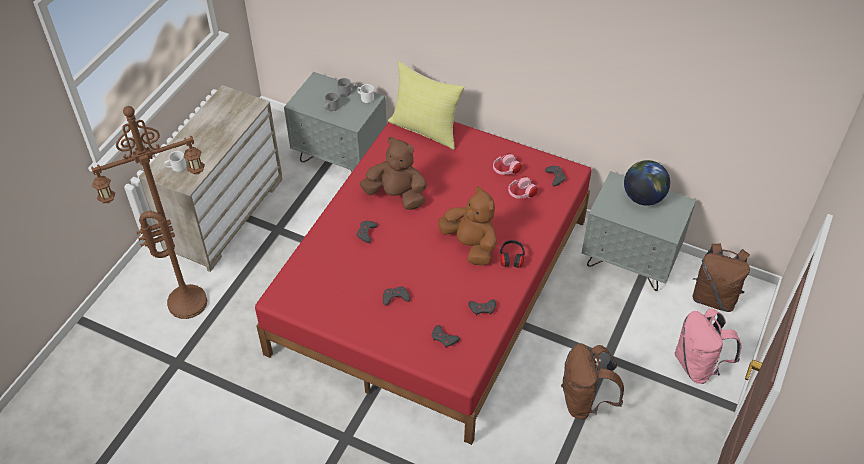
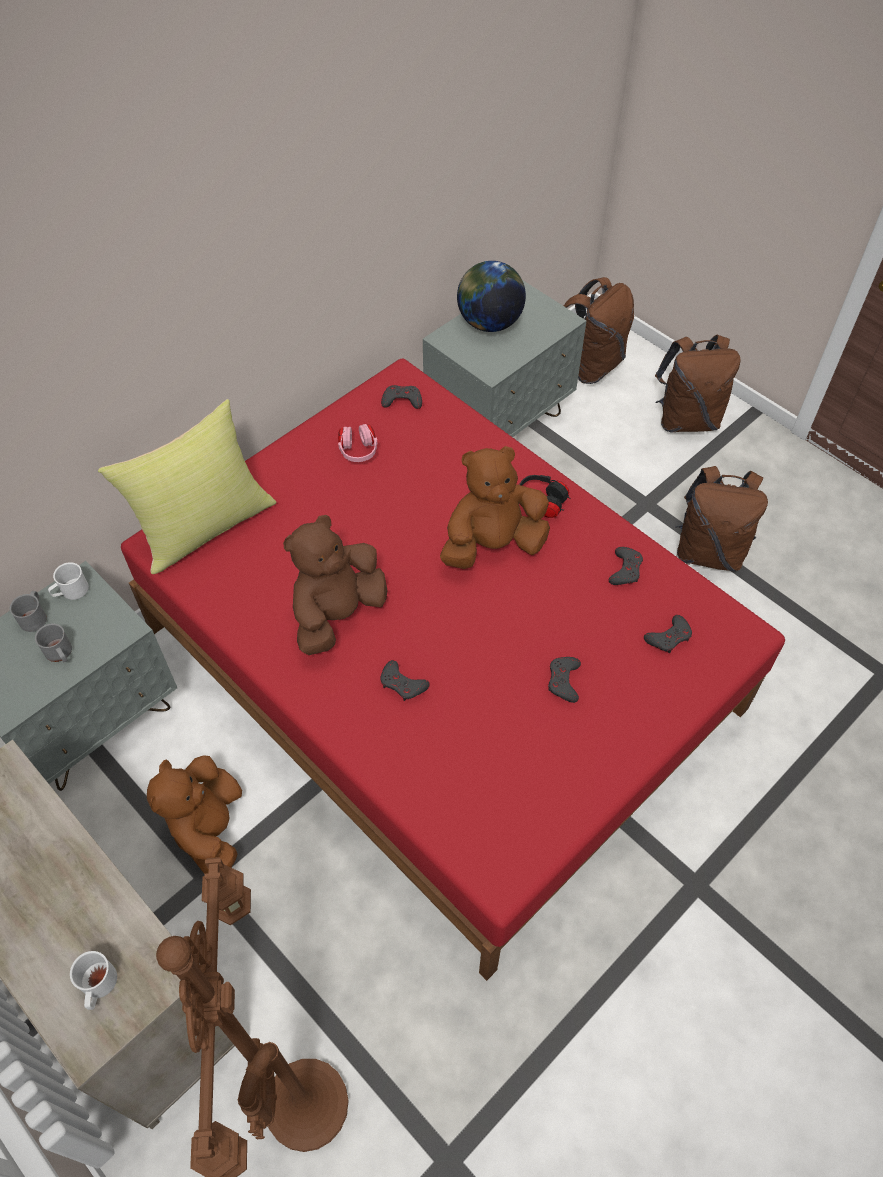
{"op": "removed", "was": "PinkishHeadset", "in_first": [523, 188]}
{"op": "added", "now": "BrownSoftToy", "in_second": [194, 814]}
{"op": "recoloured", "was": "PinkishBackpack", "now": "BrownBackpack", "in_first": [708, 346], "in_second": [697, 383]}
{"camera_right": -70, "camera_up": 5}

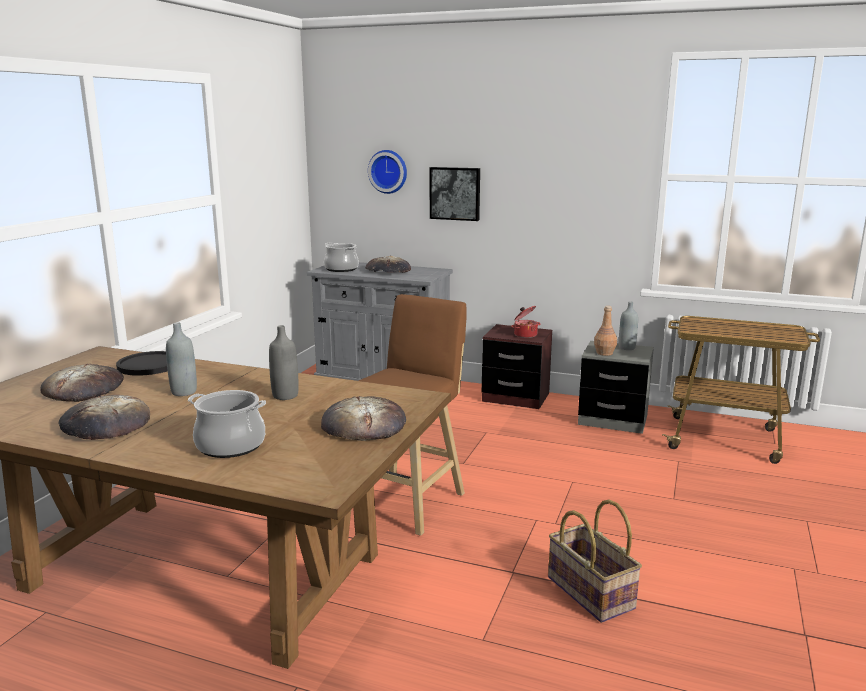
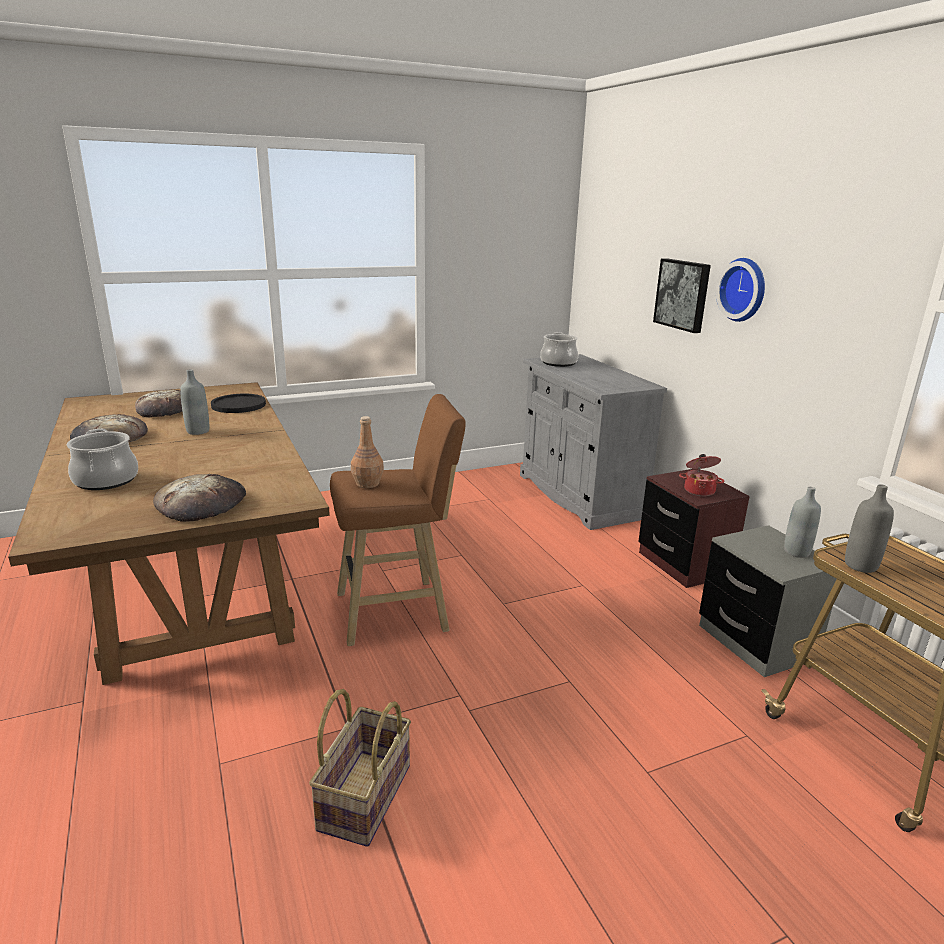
{"op": "removed", "was": "BakedBread", "in_first": [388, 264]}
{"op": "moved", "was": "GrayBeverageBottle", "in_first": [284, 362], "in_second": [869, 528]}
{"op": "moved", "was": "HangingClock", "in_first": [387, 172], "in_second": [740, 290]}
{"op": "moved", "was": "BrownBeverageBottle", "in_first": [605, 331], "in_second": [367, 452]}
{"camera_right": 45, "camera_up": 5}

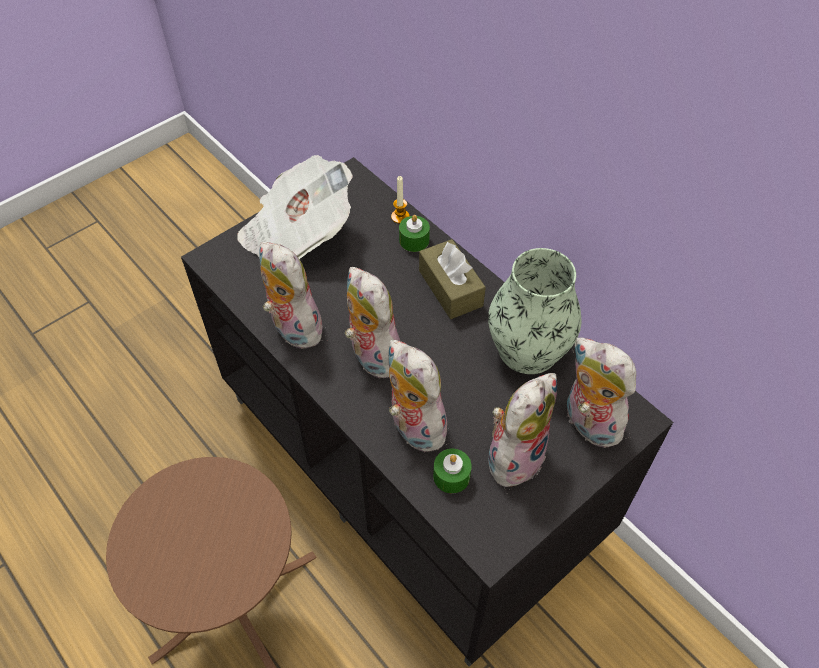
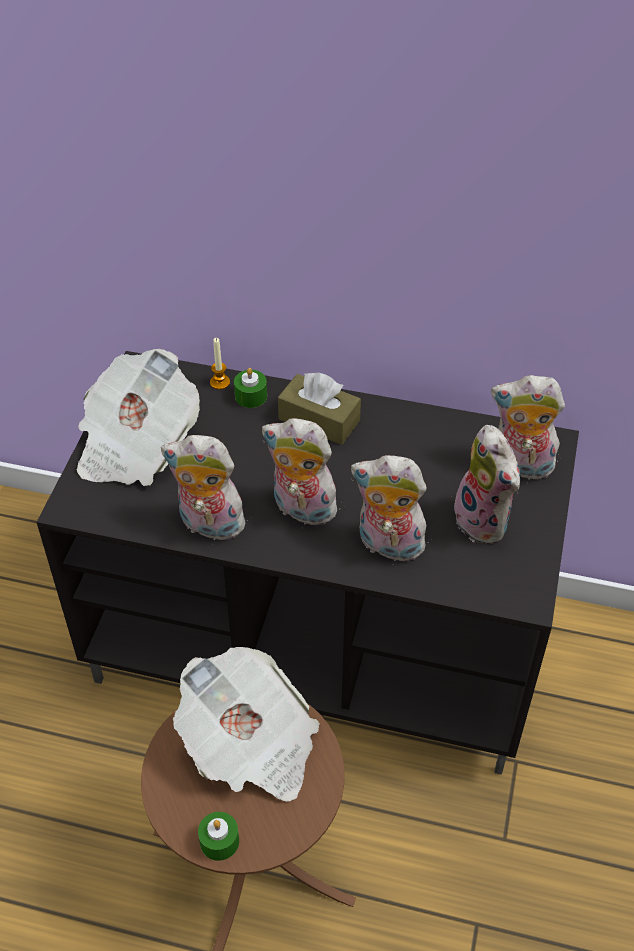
{"op": "removed", "was": "DecorativeVase", "in_first": [534, 311]}
{"op": "added", "now": "DailyPaper", "in_second": [246, 724]}
{"op": "moved", "was": "GreenCandle", "in_first": [452, 471], "in_second": [218, 836]}
{"op": "turned", "was": "SoftToy", "in_first": [522, 430], "in_second": [485, 484], "clockwise": 150}
{"camera_right": -35, "camera_up": -5}

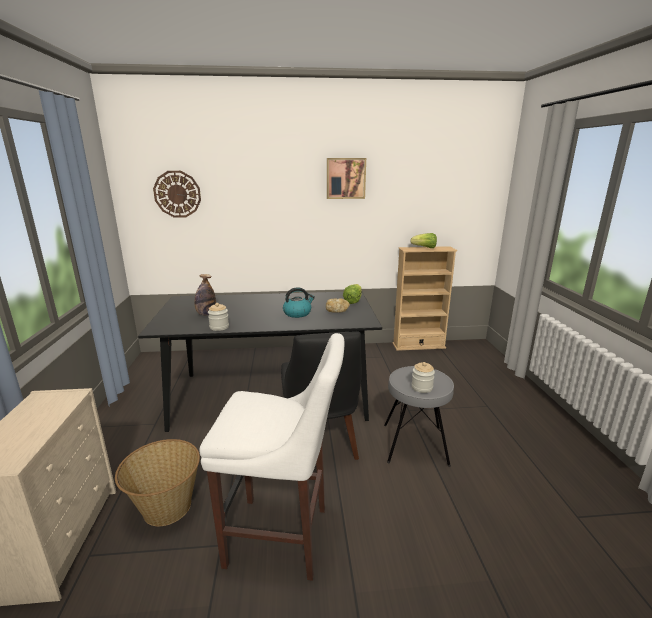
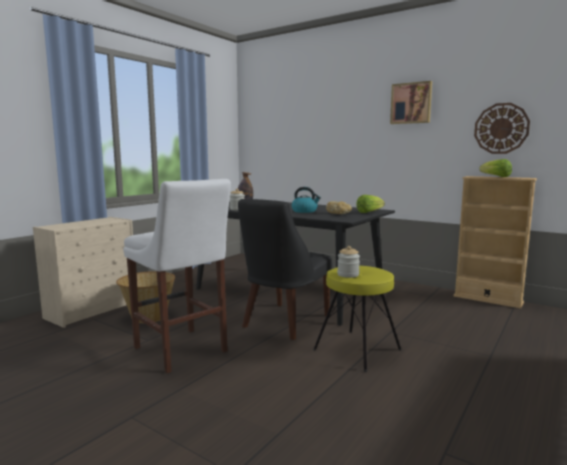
{"op": "moved", "was": "HangingClock", "in_first": [177, 194], "in_second": [502, 128]}
{"op": "recoloured", "was": "GrayStoolSeat", "now": "YellowishStoolSeat", "in_first": [419, 416], "in_second": [357, 319]}
{"camera_right": 40, "camera_up": -10}

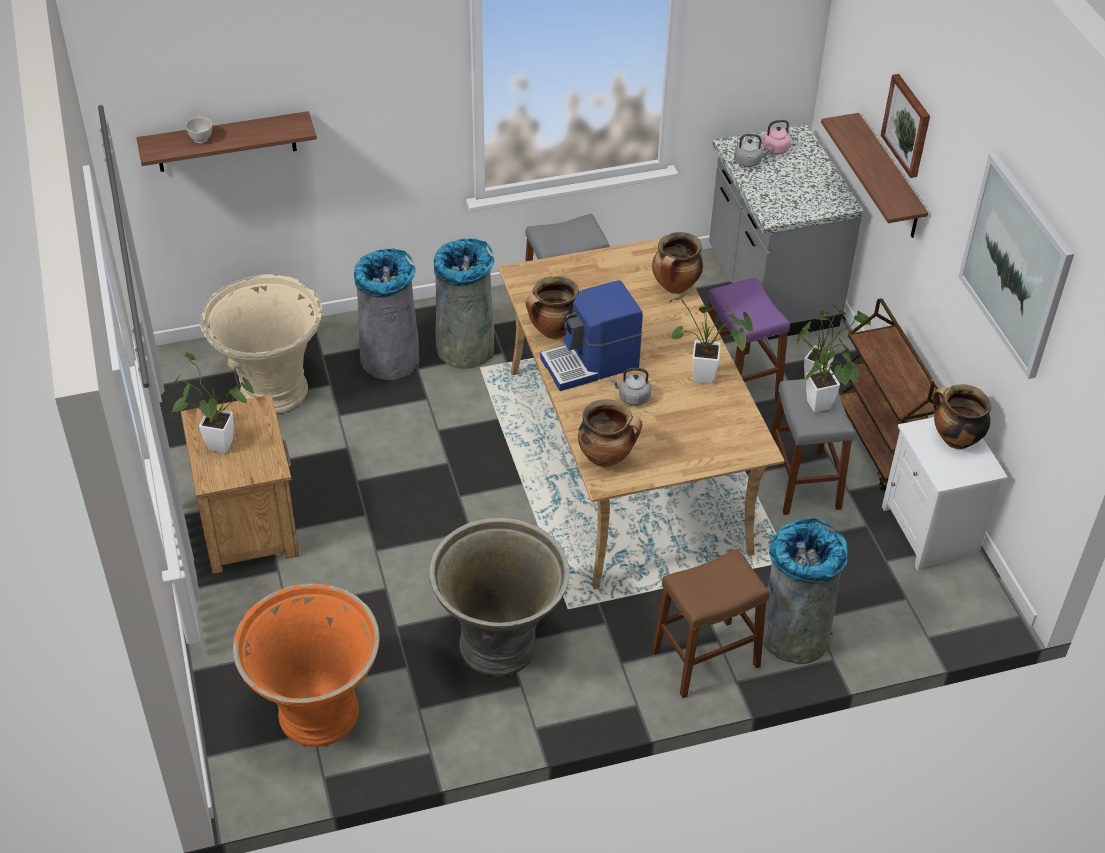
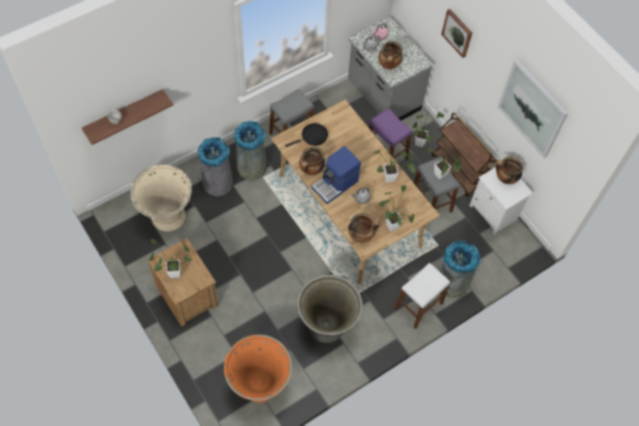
{"op": "removed", "was": "Shelf", "in_first": [874, 175]}
{"op": "added", "now": "BlackishPan", "in_second": [306, 135]}
{"op": "added", "now": "PottedPlant", "in_second": [396, 208]}
{"op": "moved", "was": "CookingPot", "in_first": [677, 263], "in_second": [390, 55]}
{"op": "recoloured", "was": "BrownStoolSeat", "now": "WhiteStoolSeat", "in_first": [710, 623], "in_second": [422, 296]}
{"camera_right": -20, "camera_up": 15}

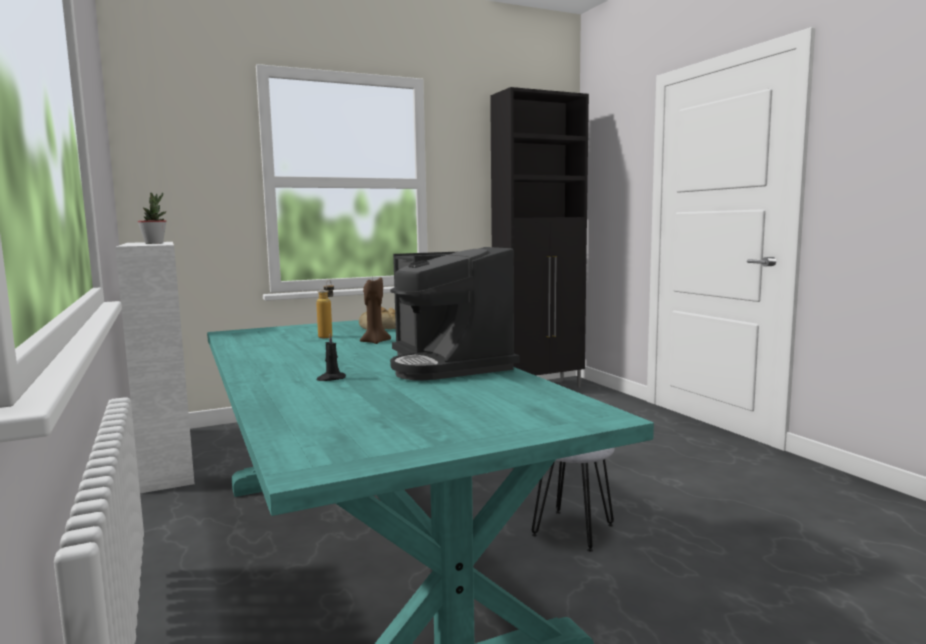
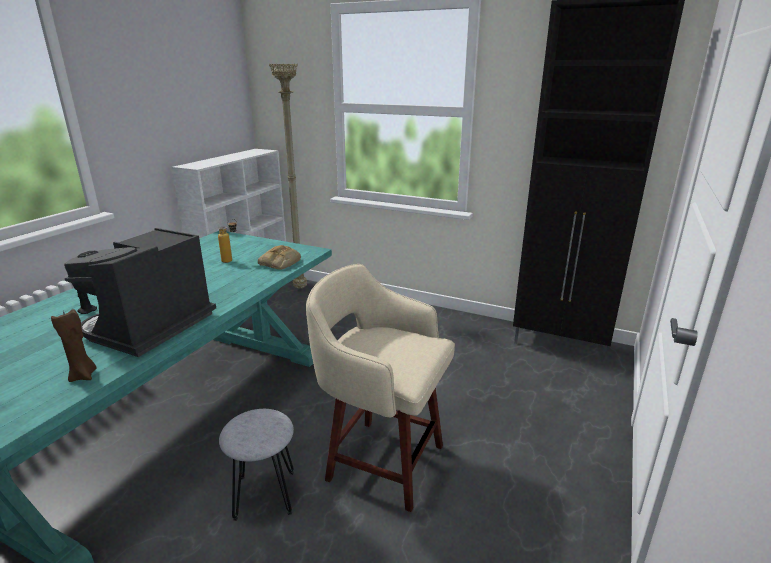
{"op": "removed", "was": "PottedPlant", "in_first": [152, 218]}
{"op": "added", "now": "SandColouredFloorLamp", "in_second": [288, 176]}
{"op": "added", "now": "SandColouredStoolSeat", "in_second": [380, 388]}
{"op": "moved", "was": "BrownCandle", "in_first": [375, 310], "in_second": [74, 345]}
{"camera_right": 50, "camera_up": 15}

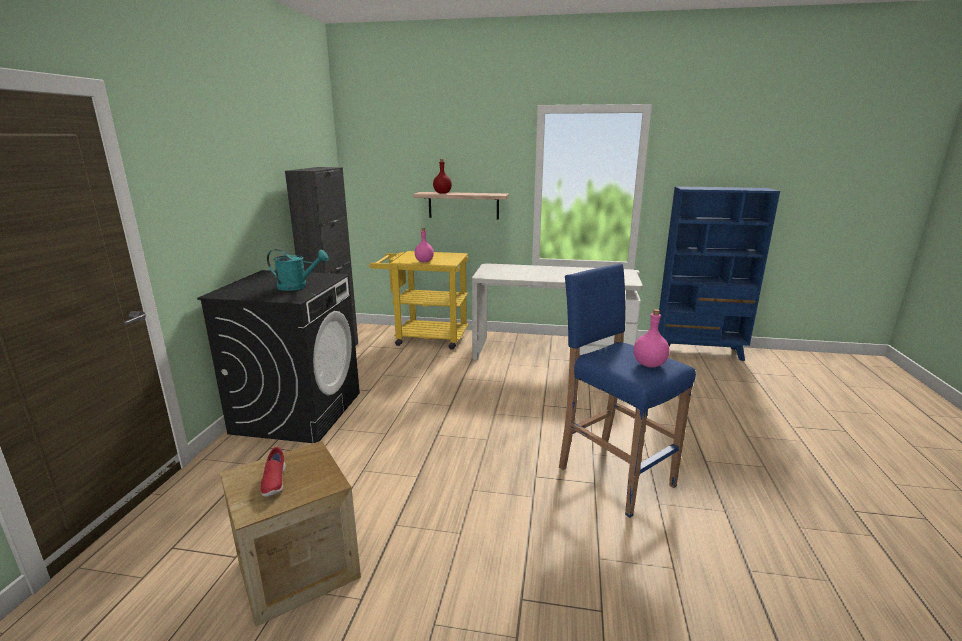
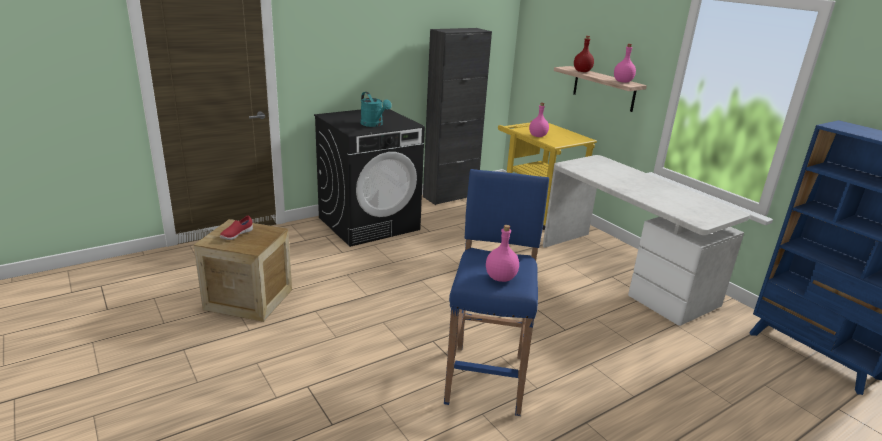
{"op": "added", "now": "PinkishBeverageBottle", "in_second": [625, 63]}
{"camera_right": 45, "camera_up": 5}

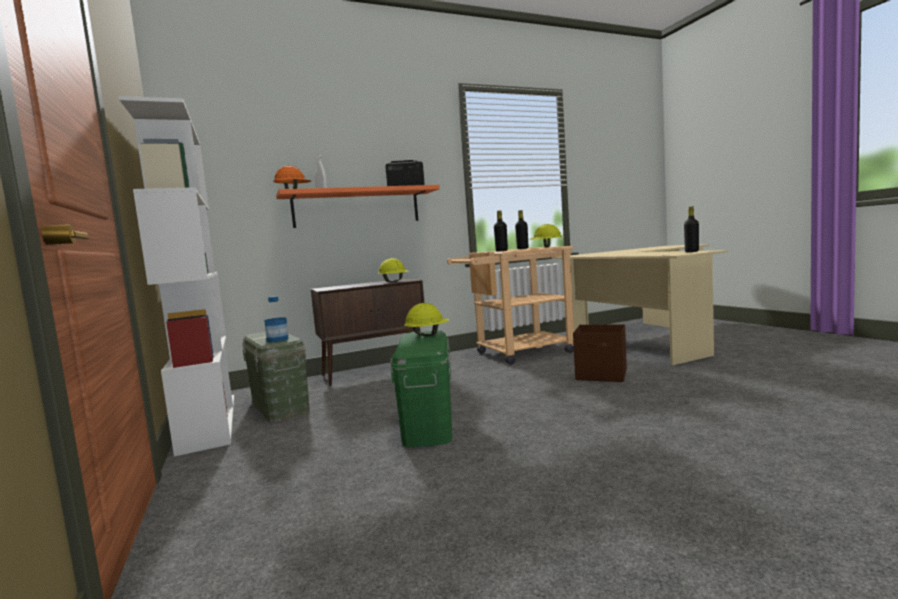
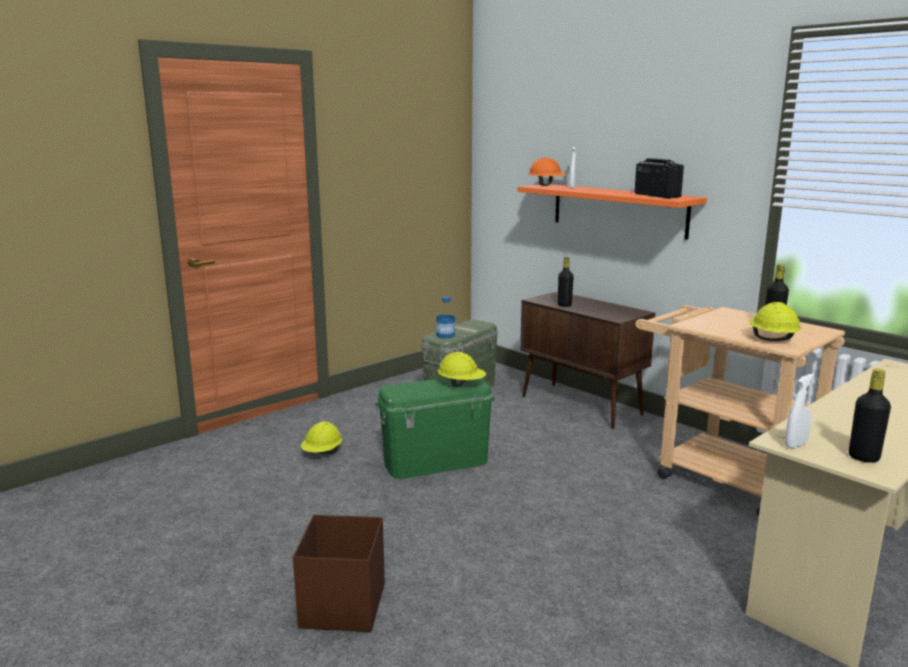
{"op": "removed", "was": "WhiteShelvingUnit", "in_first": [176, 276]}
{"op": "added", "now": "WhiteHandSprayer", "in_second": [799, 411]}
{"op": "moved", "was": "YellowishWorkHelmet", "in_first": [394, 270], "in_second": [321, 437]}
{"op": "moved", "was": "BlackishBeverageBottle", "in_first": [501, 231], "in_second": [566, 282]}
{"op": "moved", "was": "BrownStorageContainer", "in_first": [600, 353], "in_second": [339, 573]}
{"camera_right": 70, "camera_up": 10}

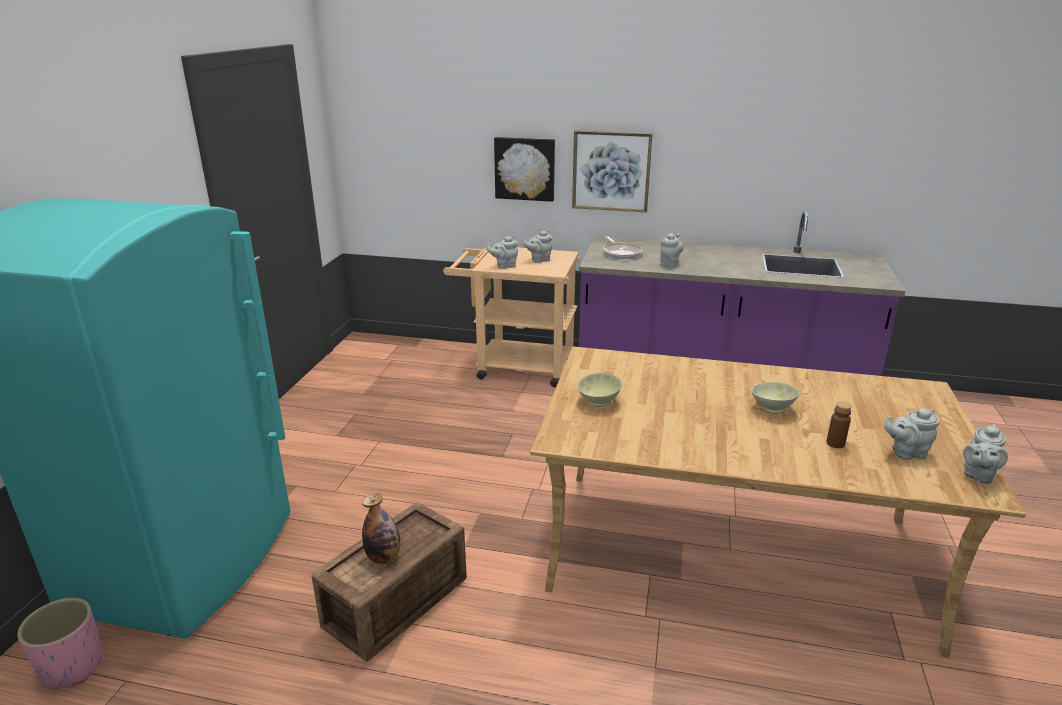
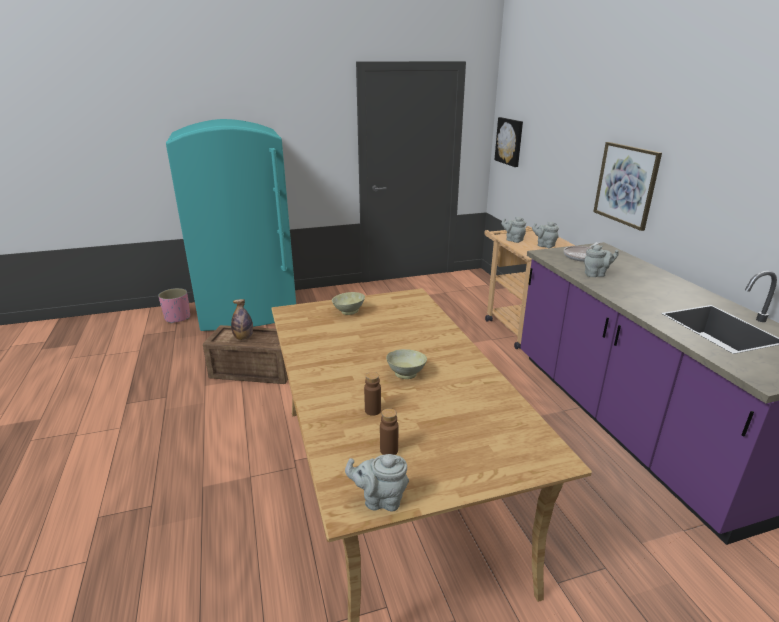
{"op": "moved", "was": "WallPicture", "in_first": [524, 169], "in_second": [509, 142]}
{"op": "replaced", "was": "GrayTeapot", "now": "BrownBeverageBottle", "in_first": [912, 434], "in_second": [389, 431]}
{"camera_right": 60, "camera_up": 0}

